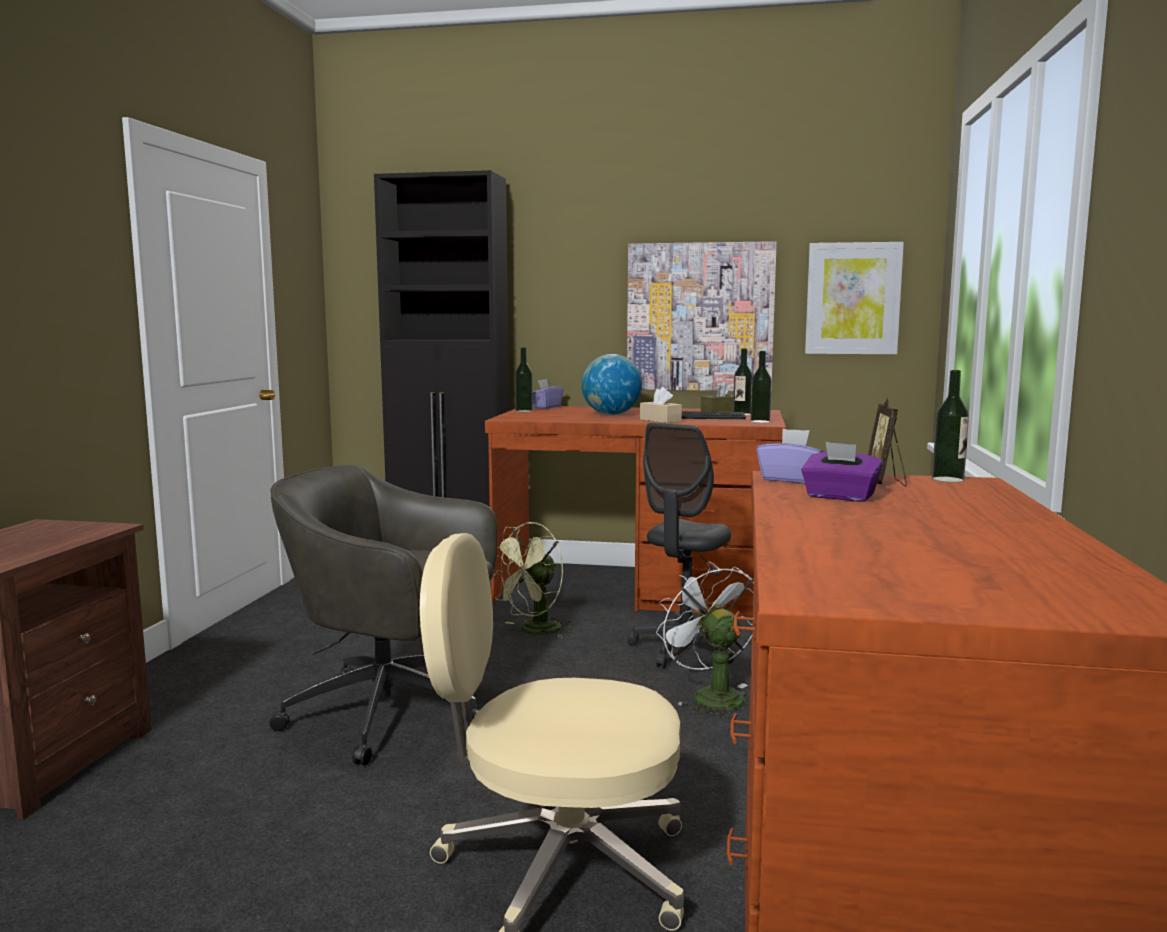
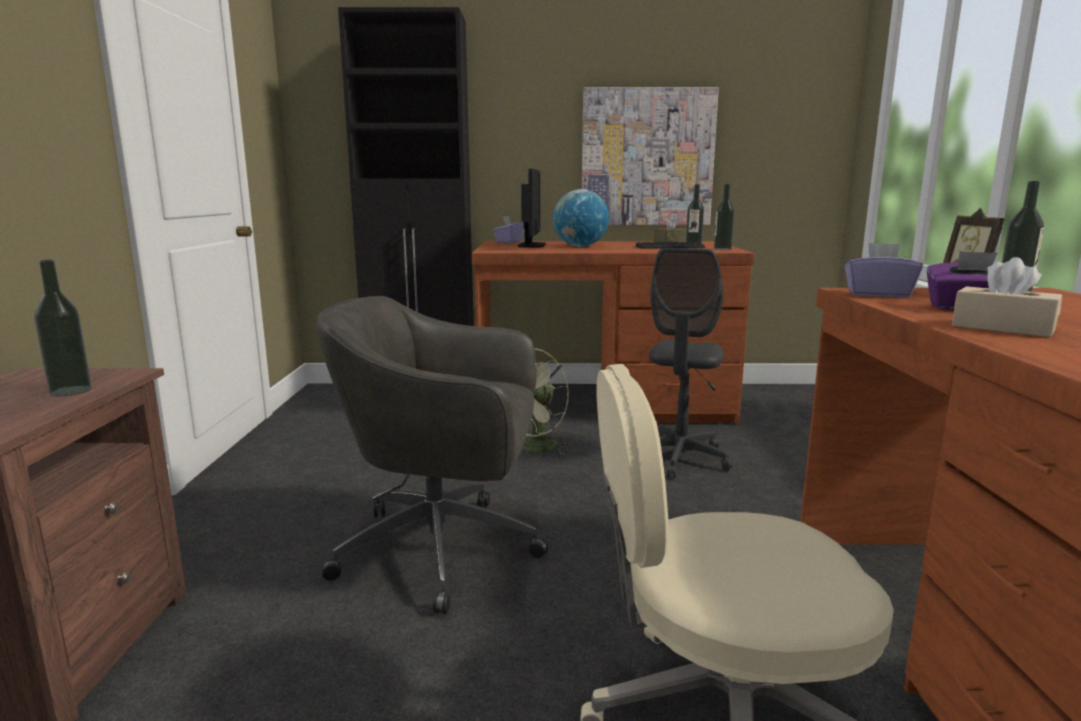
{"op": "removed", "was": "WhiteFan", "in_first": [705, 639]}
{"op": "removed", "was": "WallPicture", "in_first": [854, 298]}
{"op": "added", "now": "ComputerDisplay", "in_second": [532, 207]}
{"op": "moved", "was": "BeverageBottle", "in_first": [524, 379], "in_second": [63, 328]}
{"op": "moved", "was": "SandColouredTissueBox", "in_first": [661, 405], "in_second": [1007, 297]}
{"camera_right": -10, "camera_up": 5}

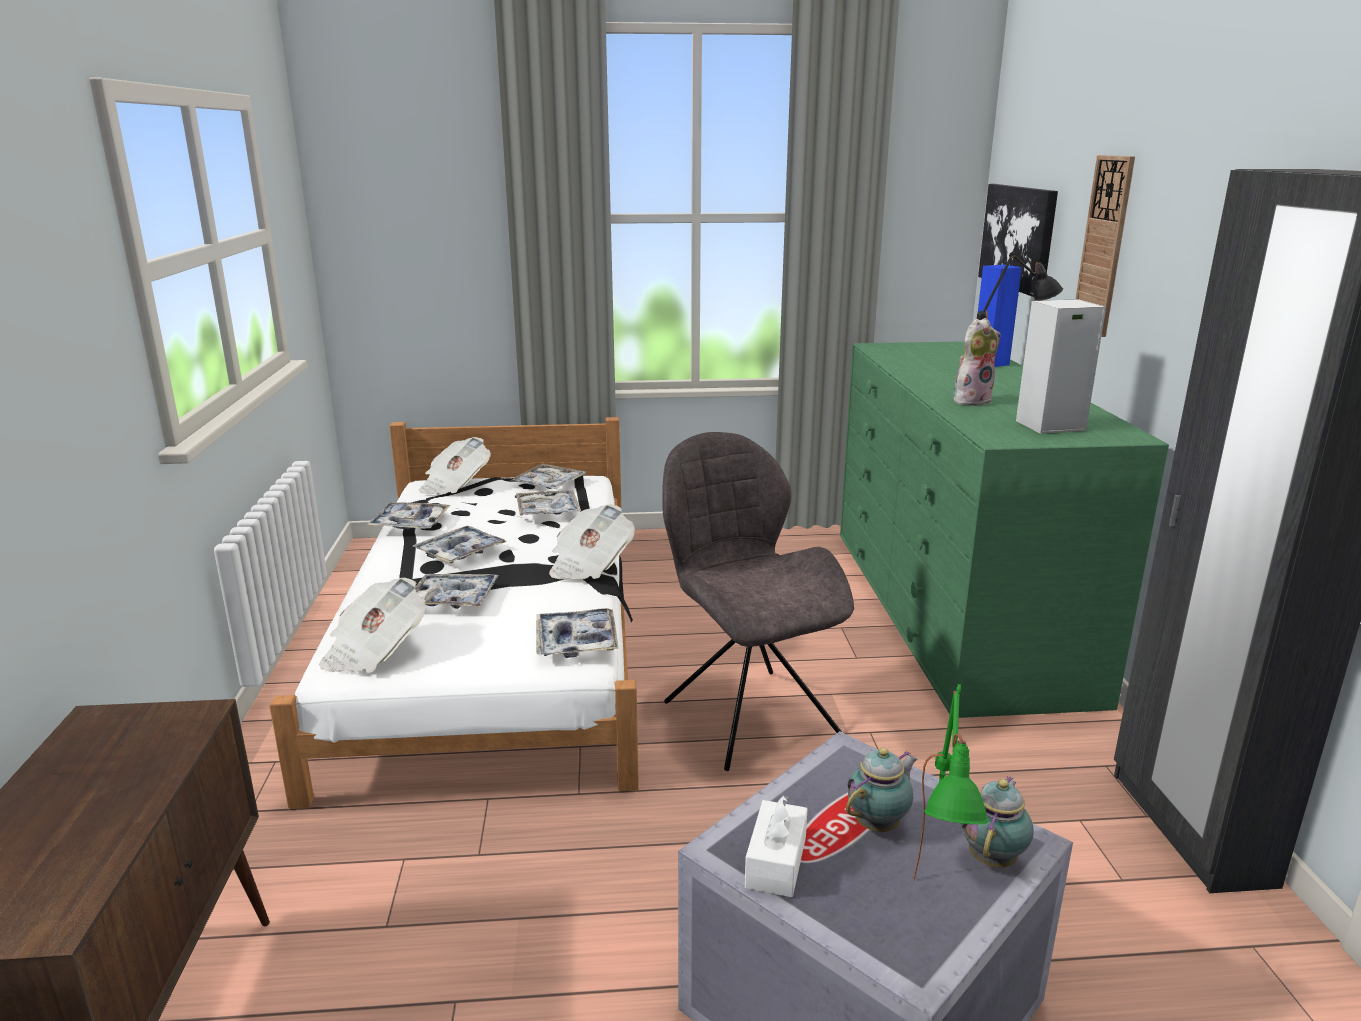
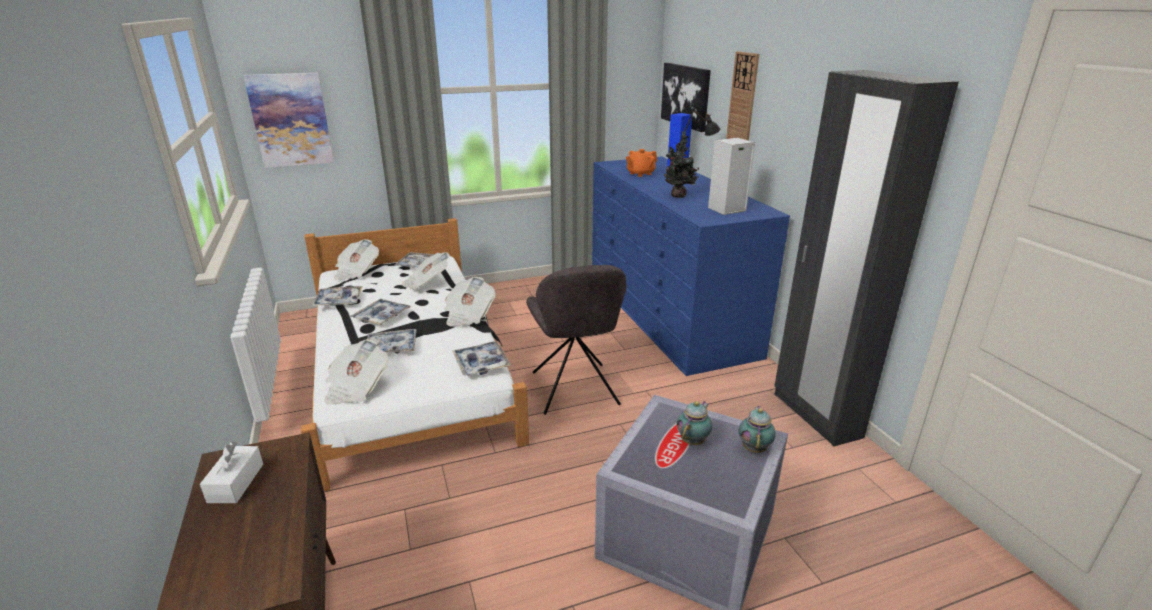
{"op": "removed", "was": "GreenTableLamp", "in_first": [951, 782]}
{"op": "added", "now": "WallPicture", "in_second": [288, 120]}
{"op": "added", "now": "OrangeColouredTeapot", "in_second": [641, 163]}
{"op": "moved", "was": "WhiteTissueBox", "in_first": [776, 846], "in_second": [231, 472]}
{"op": "replaced", "was": "Tray", "now": "DailyPaper", "in_first": [548, 503], "in_second": [425, 271]}
{"op": "replaced", "was": "SoftToy", "now": "PottedPlant", "in_first": [977, 361], "in_second": [681, 164]}
{"op": "recoloured", "was": "GreenDrawerChest", "now": "BluishDrawerChest", "in_first": [1004, 529], "in_second": [691, 266]}
{"op": "turned", "was": "GrayUprightChair", "in_first": [758, 601], "in_second": [576, 340], "clockwise": -150}
{"camera_right": -15, "camera_up": 5}

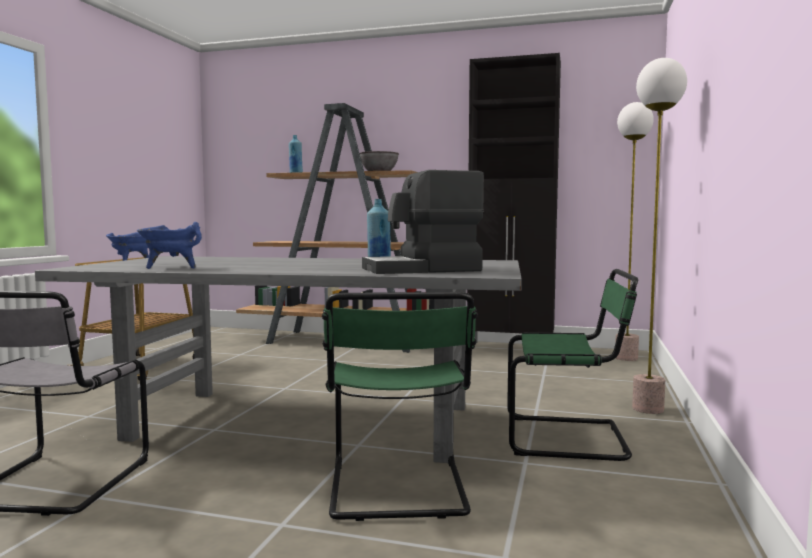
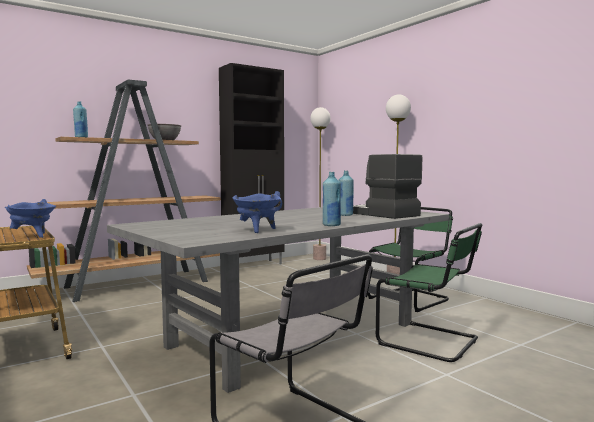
{"op": "added", "now": "BluishBeverageBottle", "in_second": [332, 199]}
{"op": "turned", "was": "CoffeeMachine", "in_first": [423, 222], "in_second": [387, 186], "clockwise": 120}
{"camera_right": -50, "camera_up": 0}

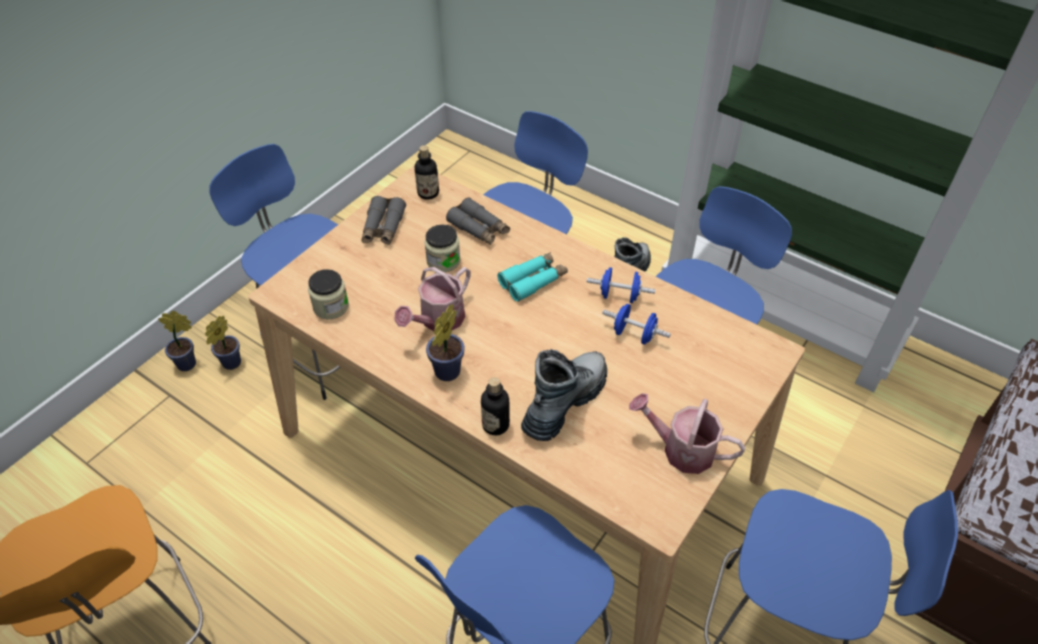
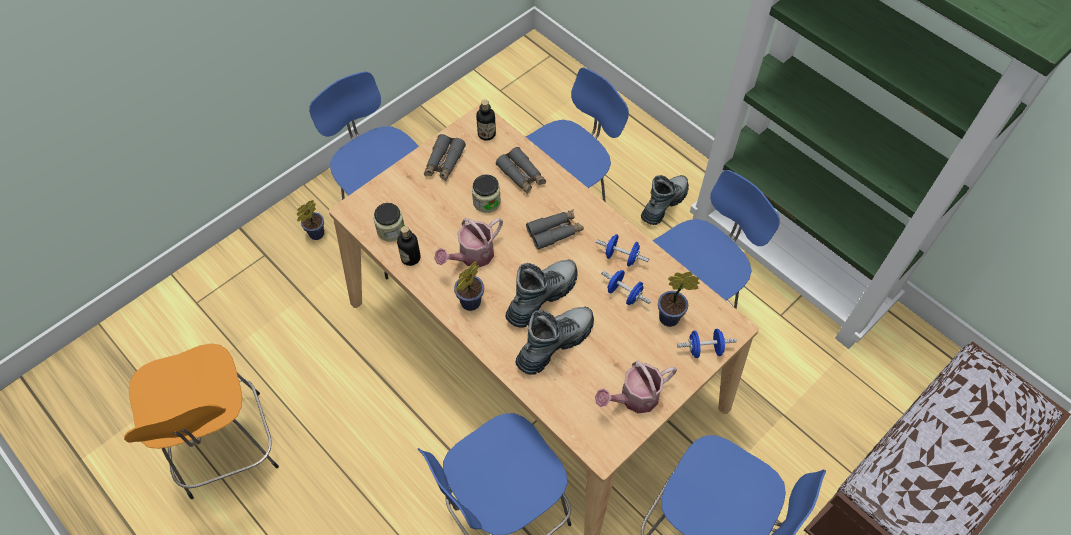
{"op": "added", "now": "Boot", "in_second": [542, 293]}
{"op": "added", "now": "BluishFreeWeight", "in_second": [707, 343]}
{"op": "moved", "was": "PottedPlant", "in_first": [177, 341], "in_second": [679, 299]}
{"op": "moved", "was": "BeverageBottle", "in_first": [495, 406], "in_second": [409, 246]}
{"op": "recoloured", "was": "TurquoiseFieldGlasses", "now": "GrayFieldGlasses", "in_first": [533, 277], "in_second": [555, 229]}
{"op": "turned", "was": "WateringPot", "in_first": [687, 433], "in_second": [636, 386], "clockwise": -60}
{"camera_right": 10, "camera_up": 10}

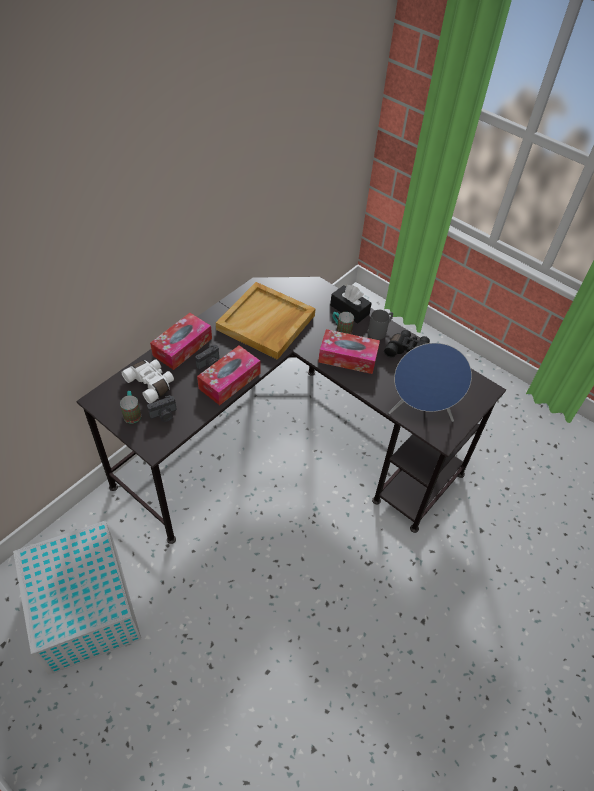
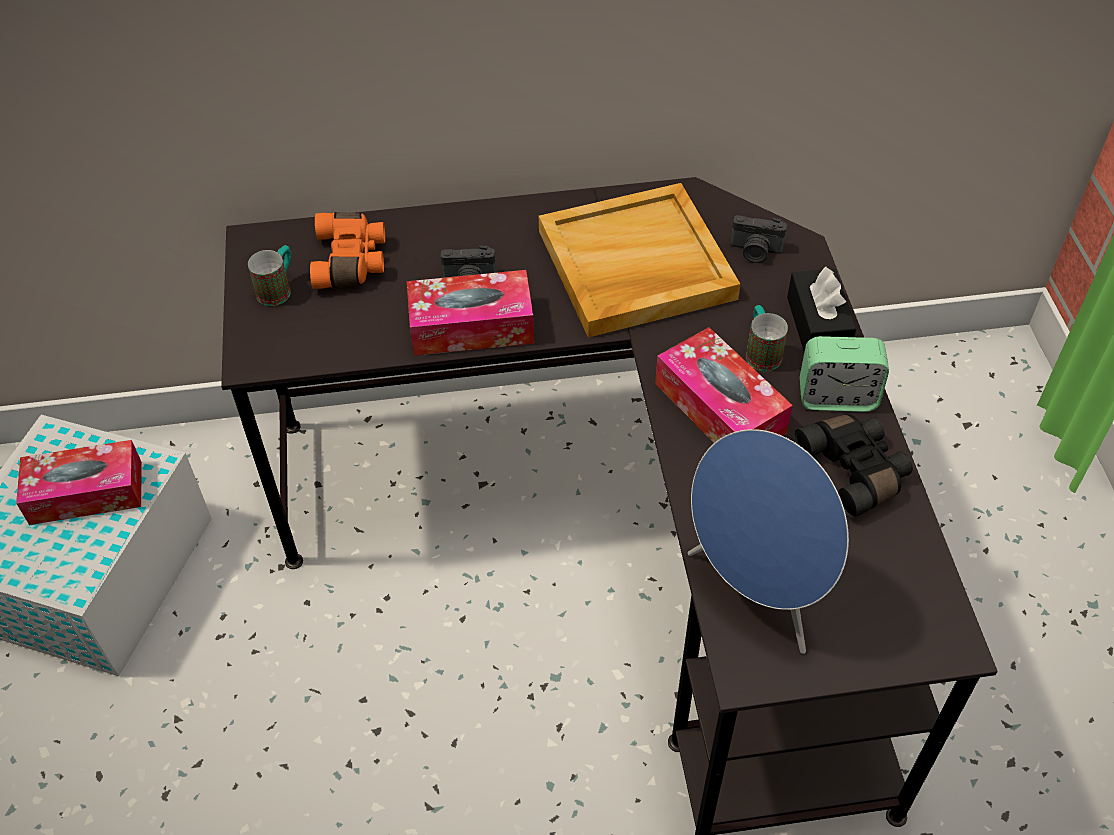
{"op": "moved", "was": "StillCamera", "in_first": [162, 408], "in_second": [758, 239]}
{"op": "moved", "was": "TissueBox", "in_first": [181, 341], "in_second": [79, 482]}
{"op": "replaced", "was": "GrayTeaMug", "now": "AlarmClock", "in_first": [380, 325], "in_second": [844, 374]}
{"op": "recoloured", "was": "WhiteFieldGlasses", "now": "OrangeColouredFieldGlasses", "in_first": [147, 381], "in_second": [347, 250]}
{"camera_right": 45, "camera_up": 0}

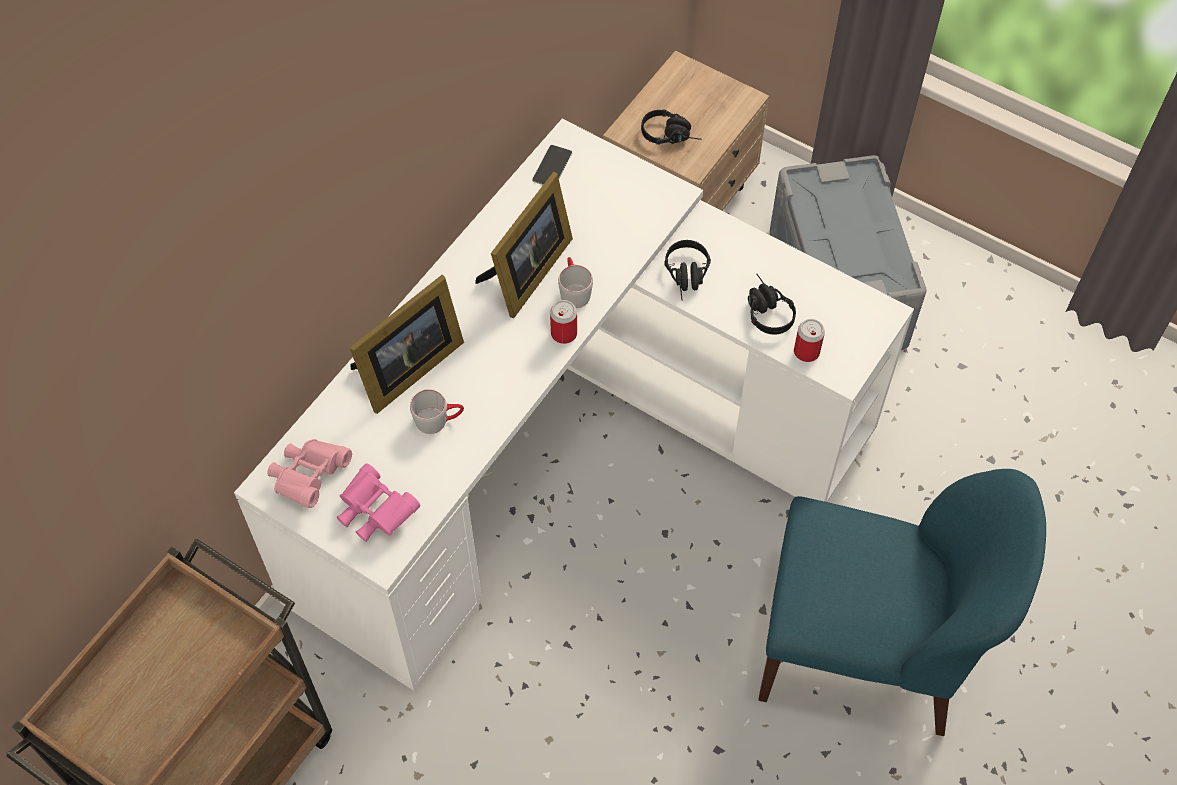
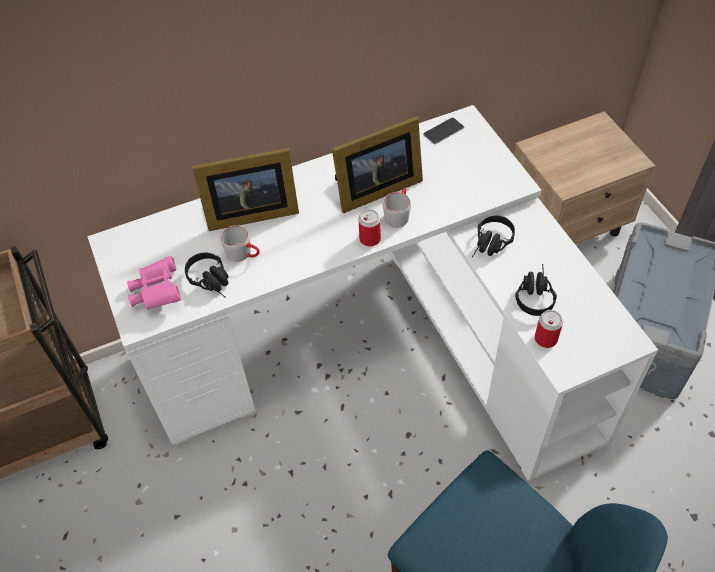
{"op": "removed", "was": "PinkishFieldGlasses", "in_first": [309, 473]}
{"op": "moved", "was": "BlackishHeadset", "in_first": [671, 127], "in_second": [206, 275]}
{"camera_right": 35, "camera_up": -5}

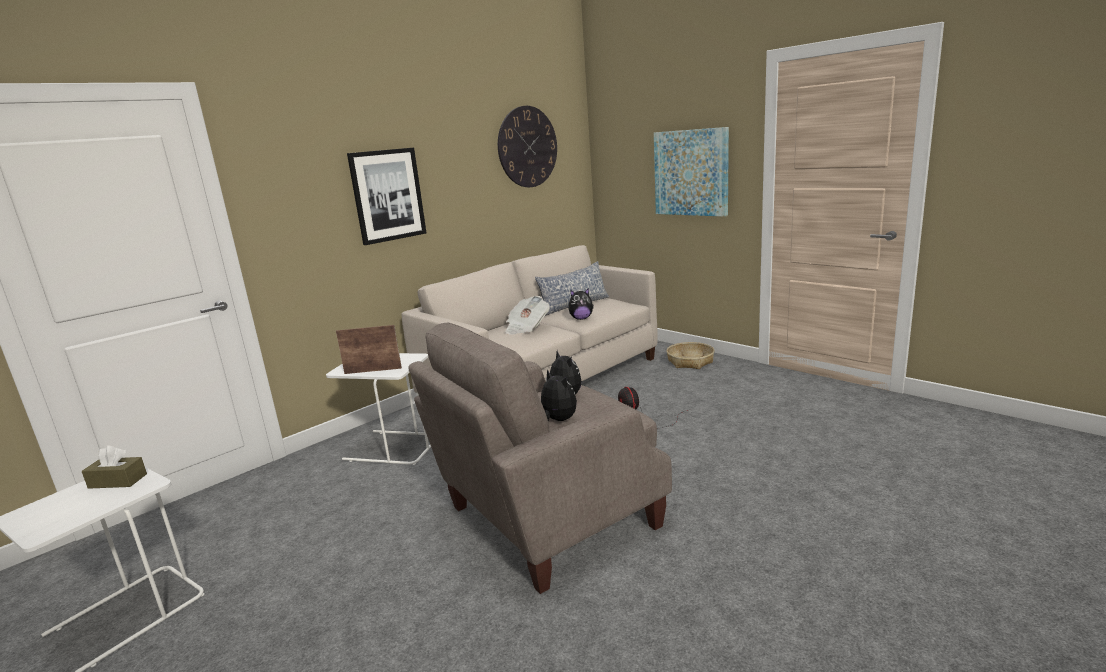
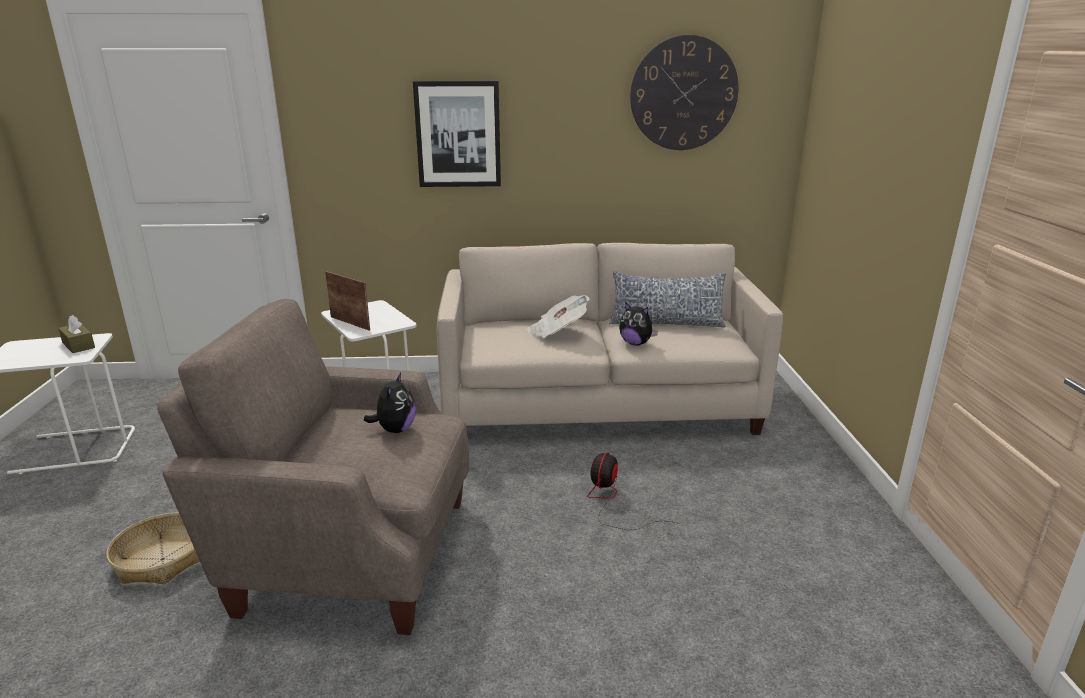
{"op": "removed", "was": "SoftToy", "in_first": [558, 395]}
{"op": "removed", "was": "WallPicture", "in_first": [691, 172]}
{"op": "moved", "was": "StorageBasket", "in_first": [690, 355], "in_second": [153, 548]}
{"camera_right": 40, "camera_up": 5}

